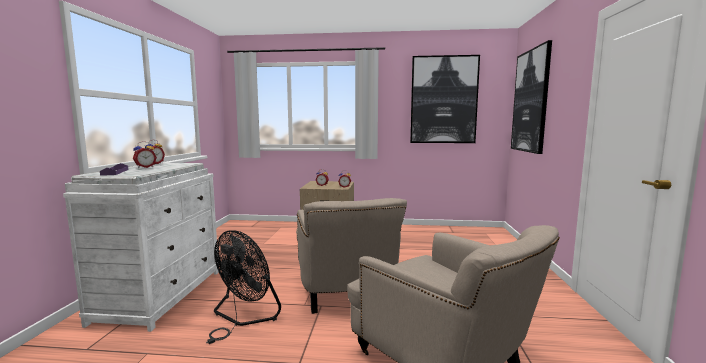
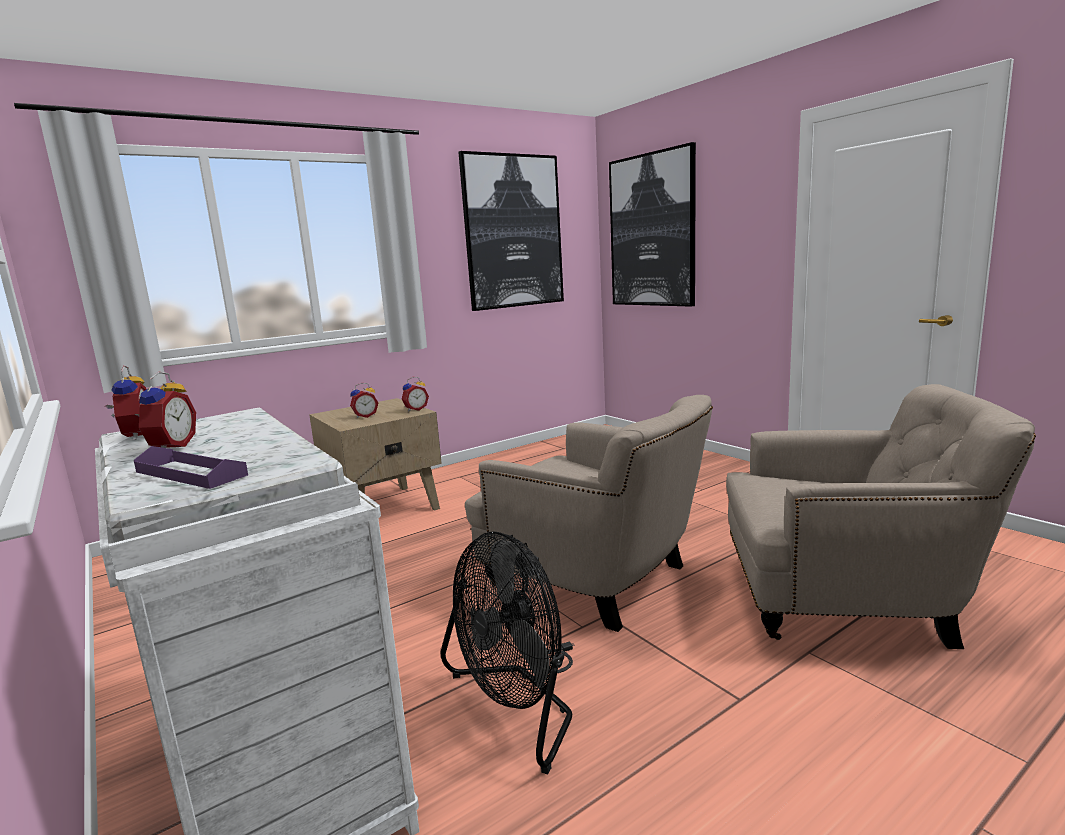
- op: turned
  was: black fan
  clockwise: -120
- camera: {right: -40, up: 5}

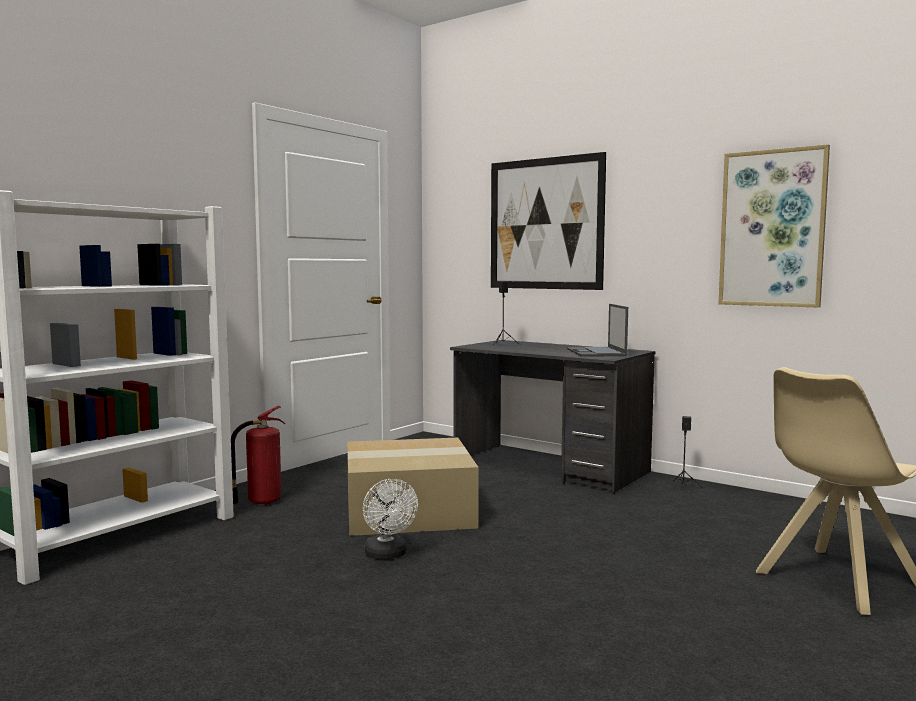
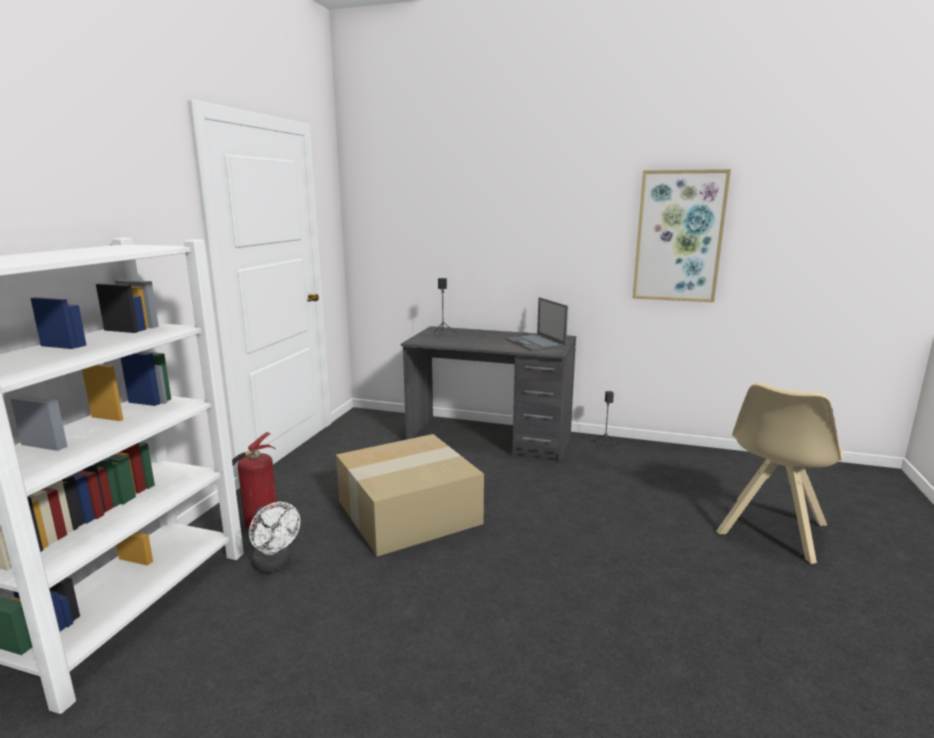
- op: removed
  was: picture (1st from left)
- op: moved
  was: white fan
- camera: {right: -20, up: 10}

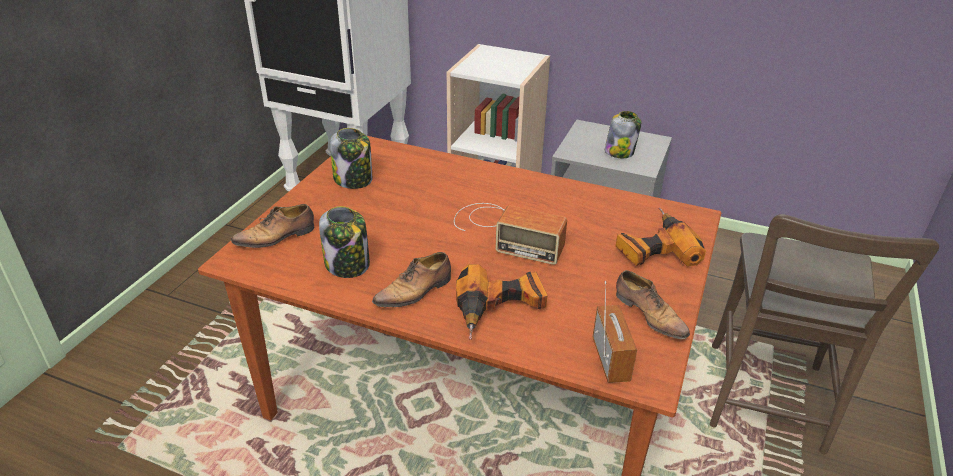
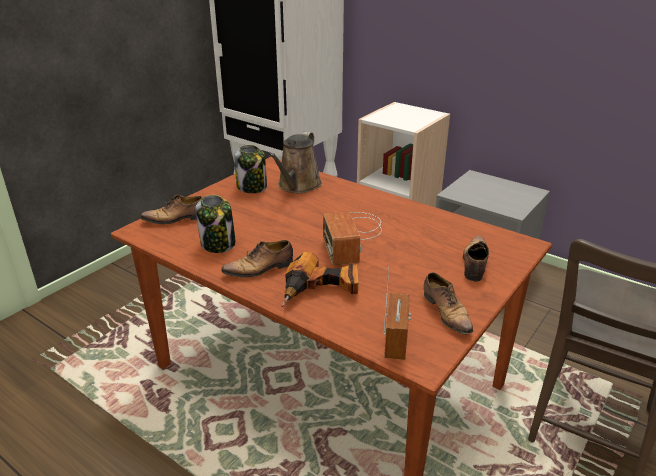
- op: removed
  was: jar (3rd from left)
- op: turned
  was: radio (1st from left)
  clockwise: 45
- op: replaced
  was: power drill (2nd from left)
  now: shoe (4th from left)
- op: added
  now: brown watering can
- camera: {right: 15, up: -5}

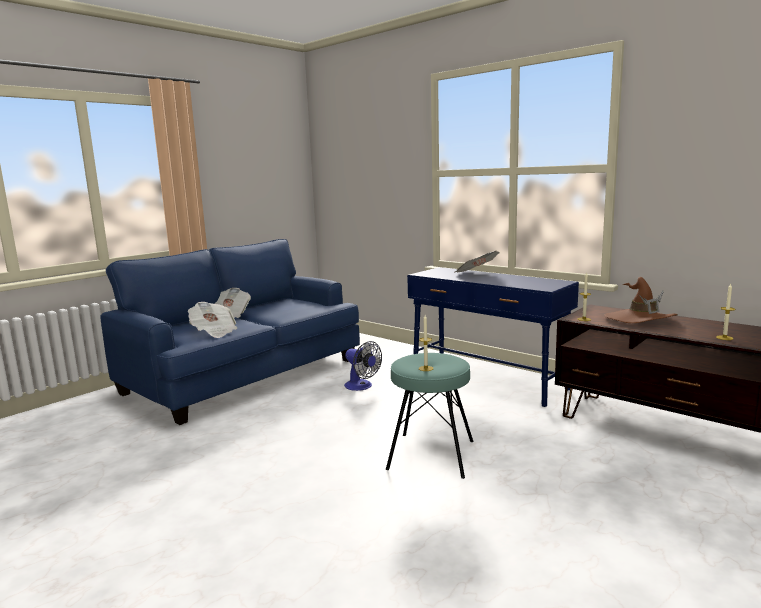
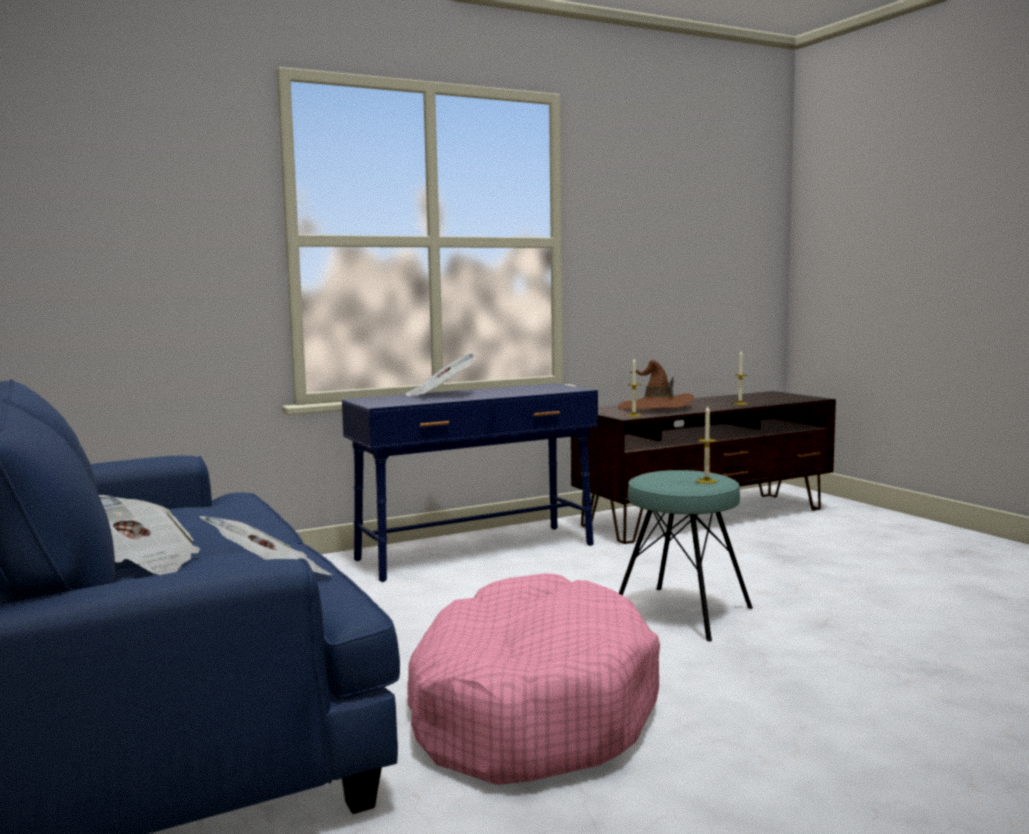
- op: removed
  was: fan
- op: added
  now: pink dog bed
- camera: {right: -70, up: -5}

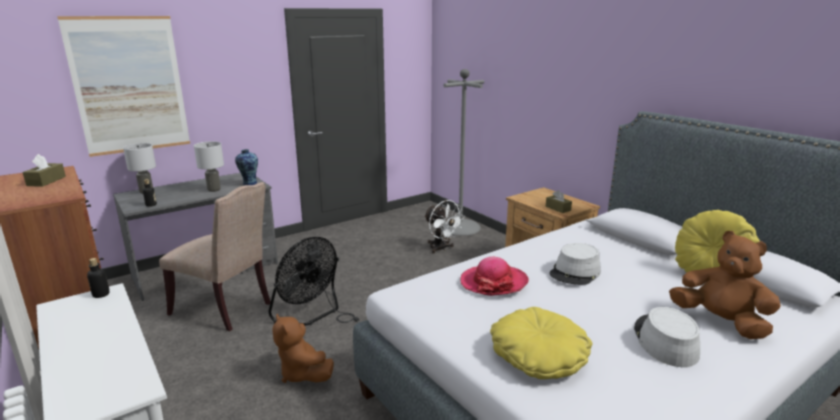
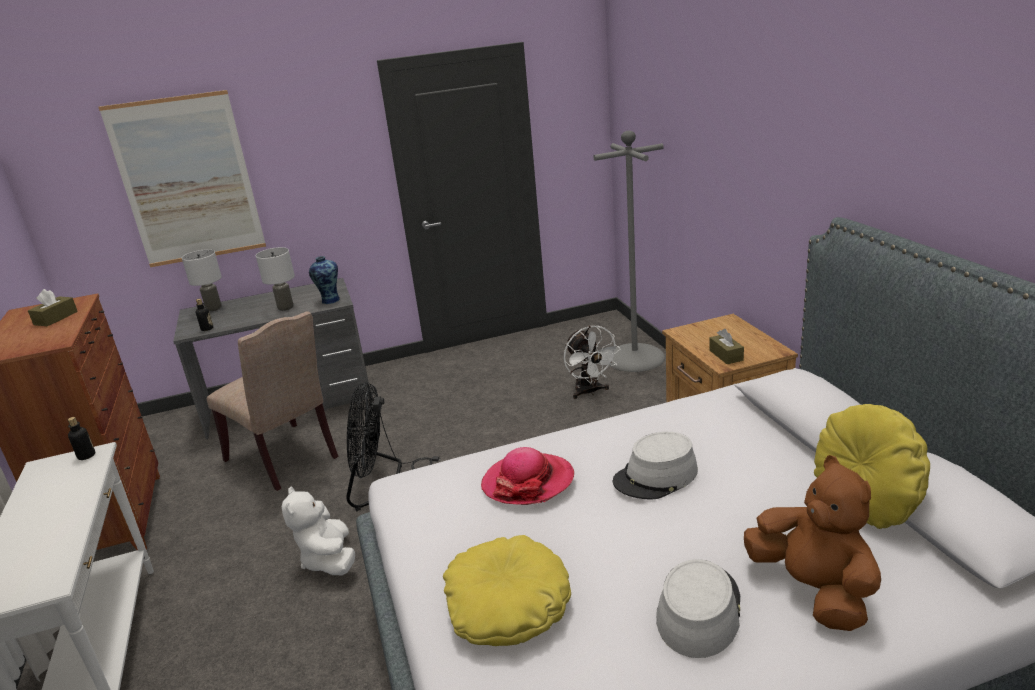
- op: turned
  was: black fan
  clockwise: -60
- op: recoloured
  was: brown plush toy (1st from left)
  now: white plush toy
- camera: {right: 20, up: 5}

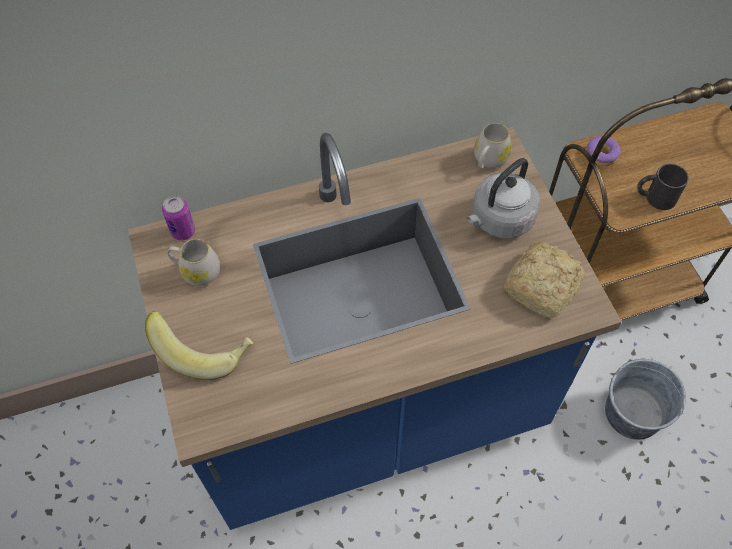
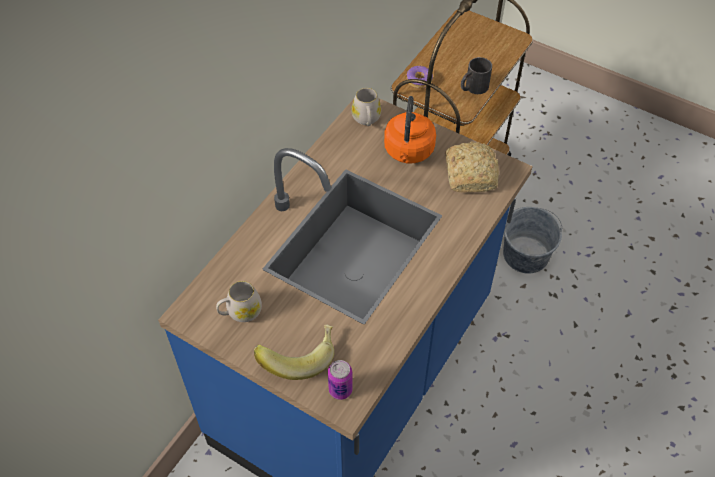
- op: recoloured
  was: grey kettle
  now: orange kettle
- op: moved
  was: can
- camera: {right: -40, up: -5}

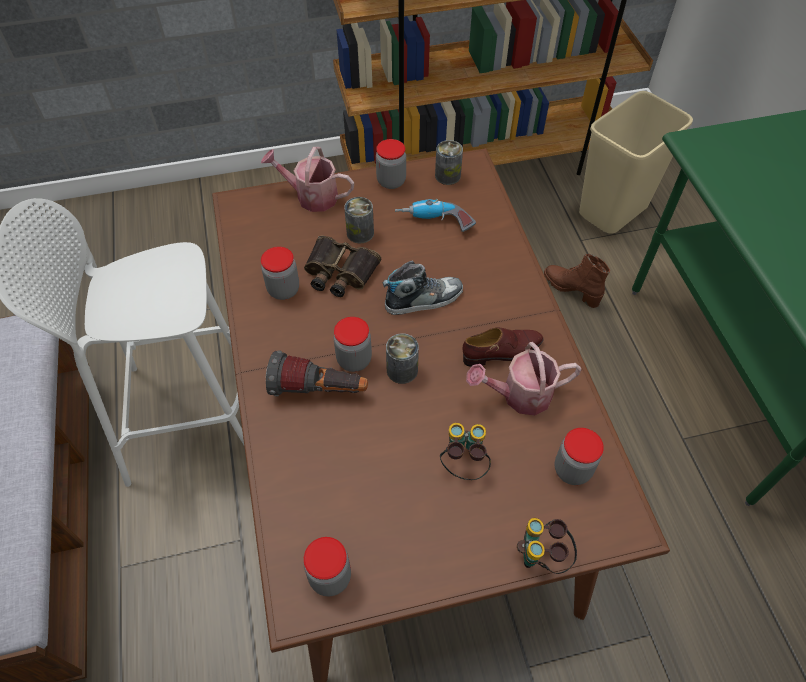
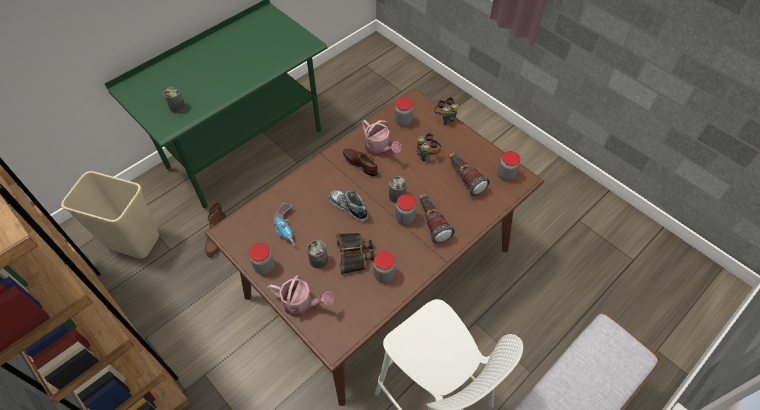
- op: moved
  was: can (3rd from left in the first image)
  now: can (1st from left)
- op: turned
  was: watering can (1st from left)
  clockwise: -60
- op: added
  now: flashlight (2nd from left)
- camera: {right: -120, up: 0}

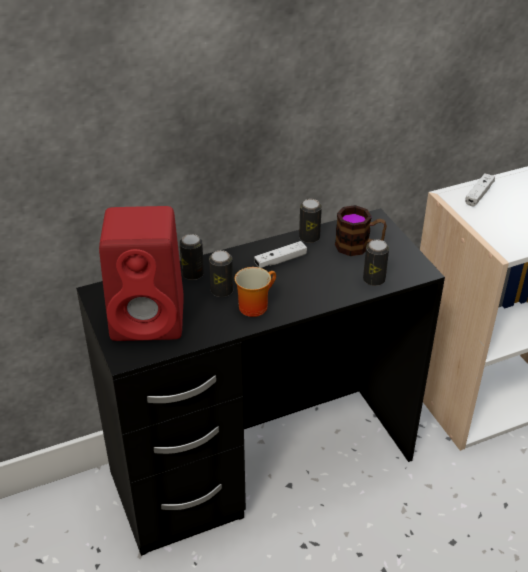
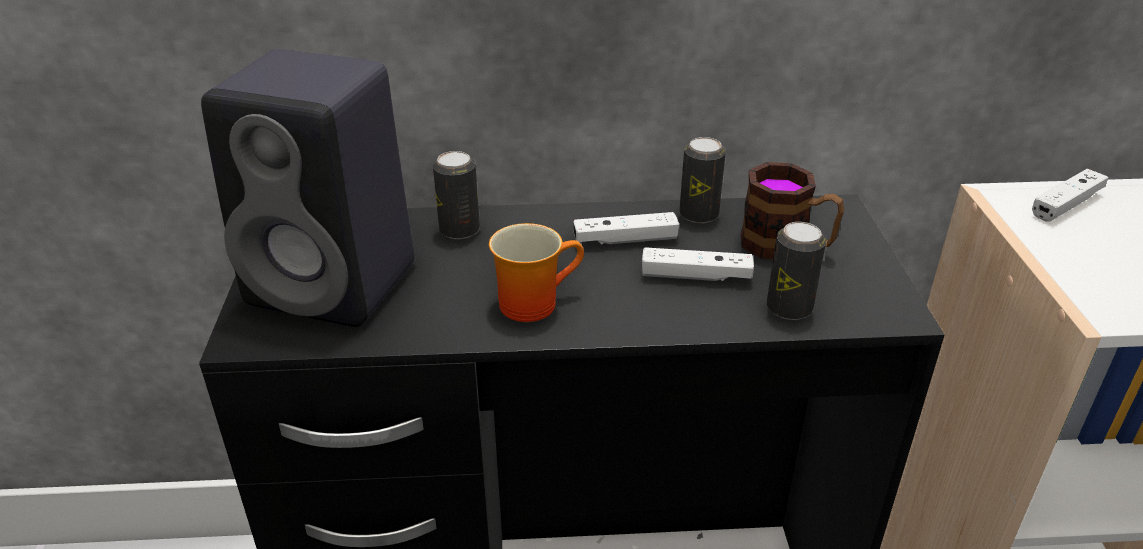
- op: recoloured
  was: red speaker
  now: black speaker
- op: removed
  was: can (2nd from left)
- op: added
  now: white game controller (2nd from left)
- camera: {right: 20, up: -5}

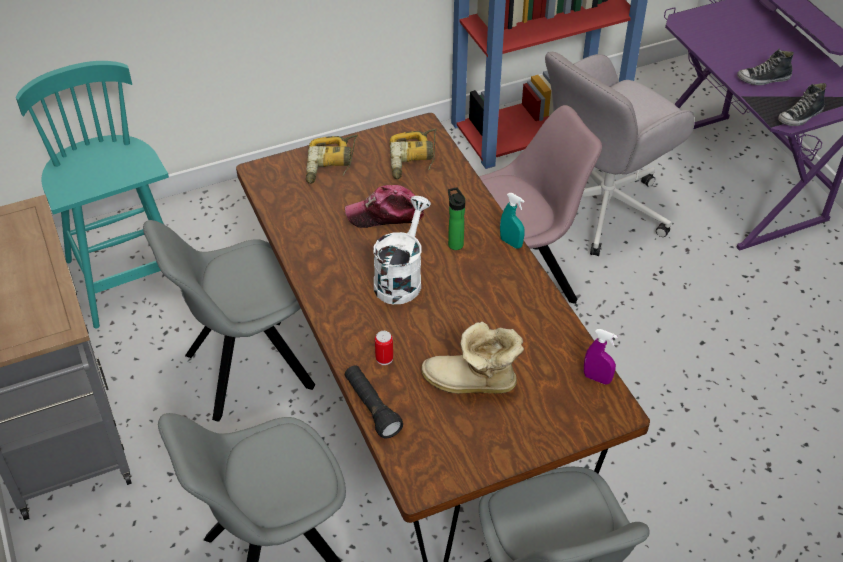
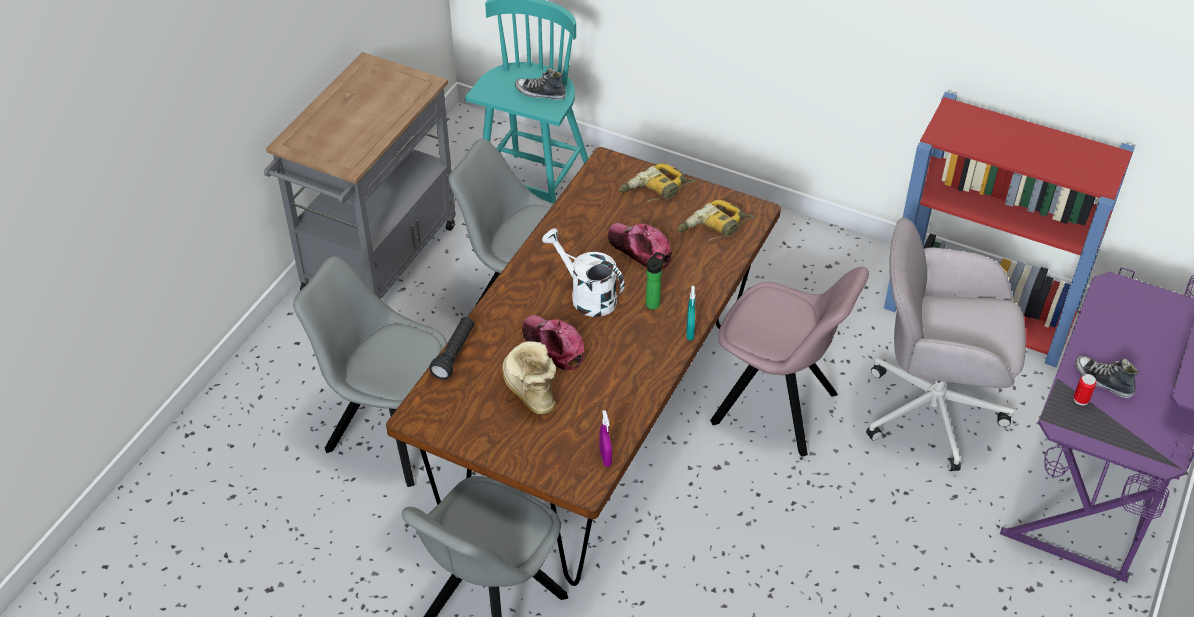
- op: moved
  was: shoe (2nd from left in the first image)
  now: shoe (1st from left)
- op: turned
  was: white watering can
  clockwise: -120
- op: moved
  was: can
- op: added
  now: cap (1st from left)
- camera: {right: 50, up: 0}

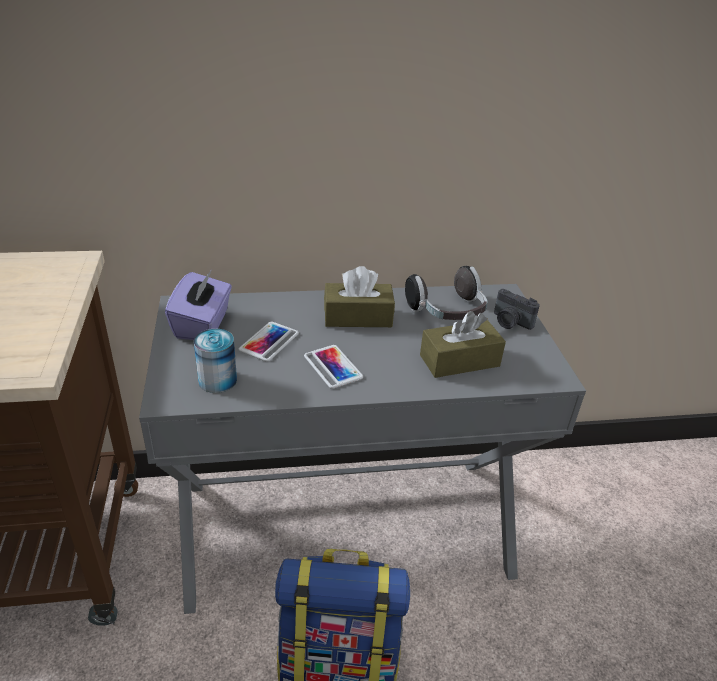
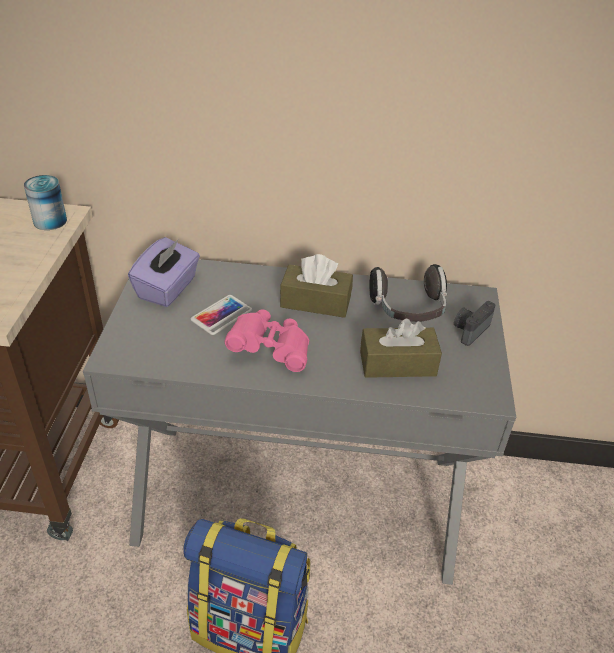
- op: turned
  was: photo camera
  clockwise: 75
- op: moved
  was: can
- op: replaced
  was: phone (2nd from left)
  now: pink binoculars
- camera: {right: 15, up: 5}

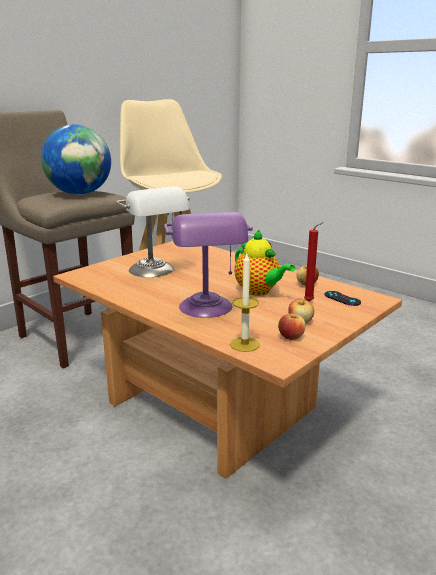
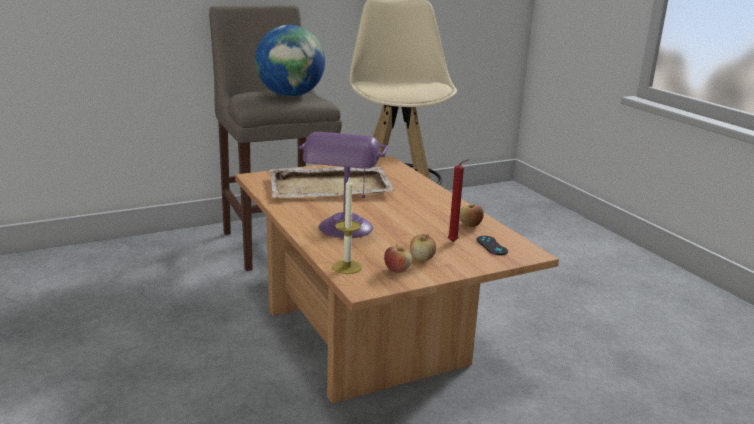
- op: replaced
  was: white table lamp
  now: beige tray
- op: removed
  was: teapot
- camera: {right: 20, up: 0}

